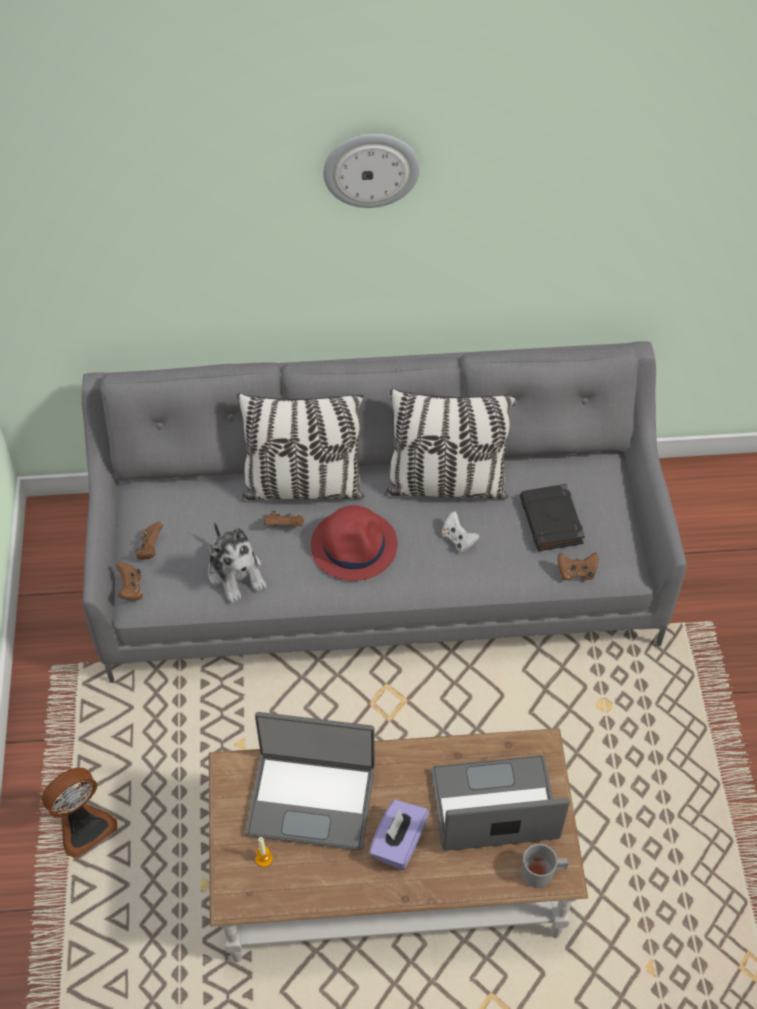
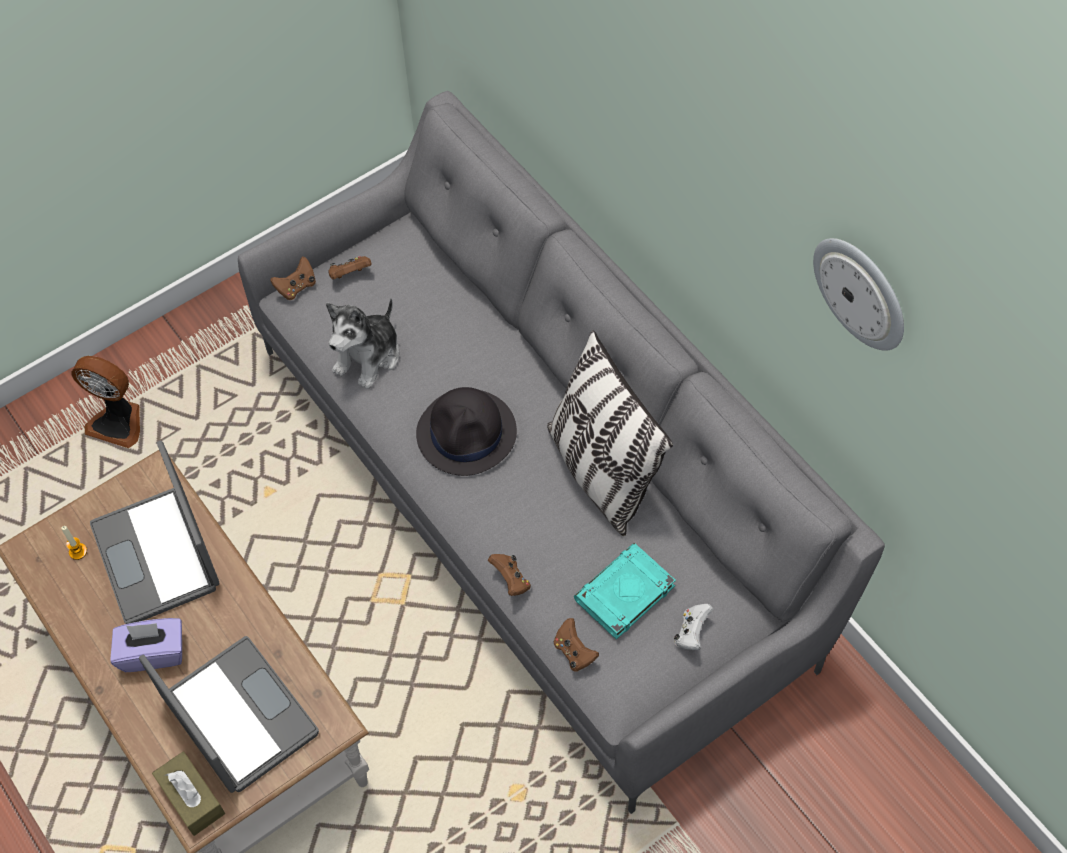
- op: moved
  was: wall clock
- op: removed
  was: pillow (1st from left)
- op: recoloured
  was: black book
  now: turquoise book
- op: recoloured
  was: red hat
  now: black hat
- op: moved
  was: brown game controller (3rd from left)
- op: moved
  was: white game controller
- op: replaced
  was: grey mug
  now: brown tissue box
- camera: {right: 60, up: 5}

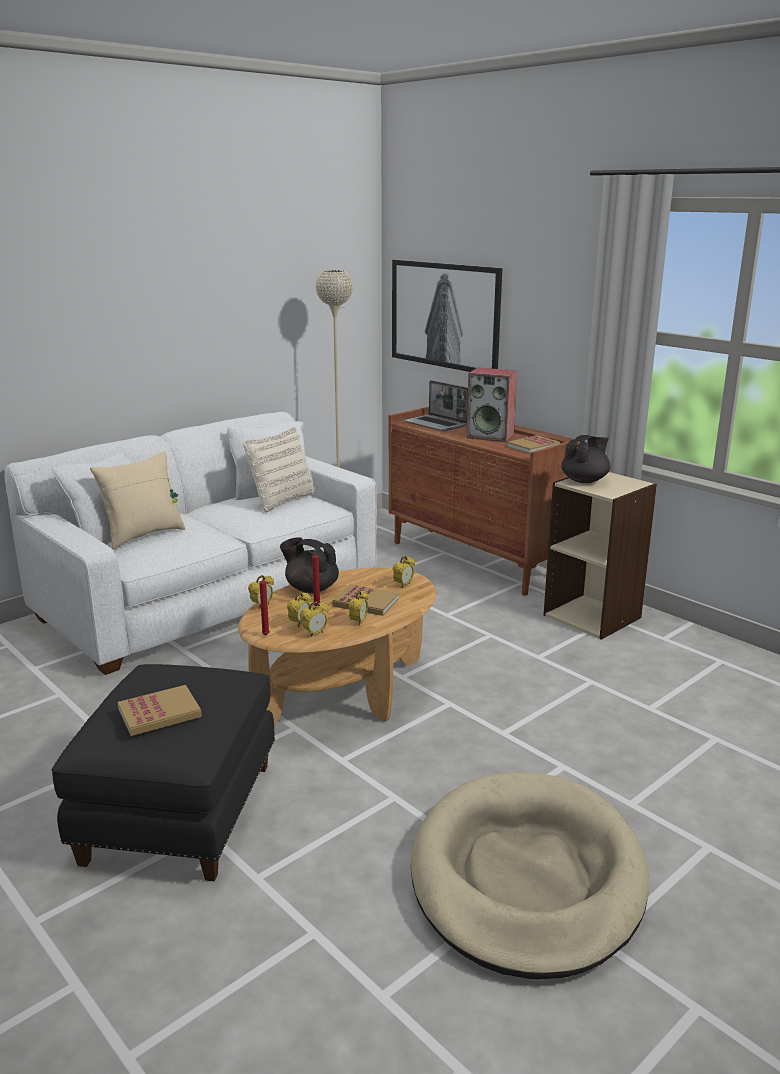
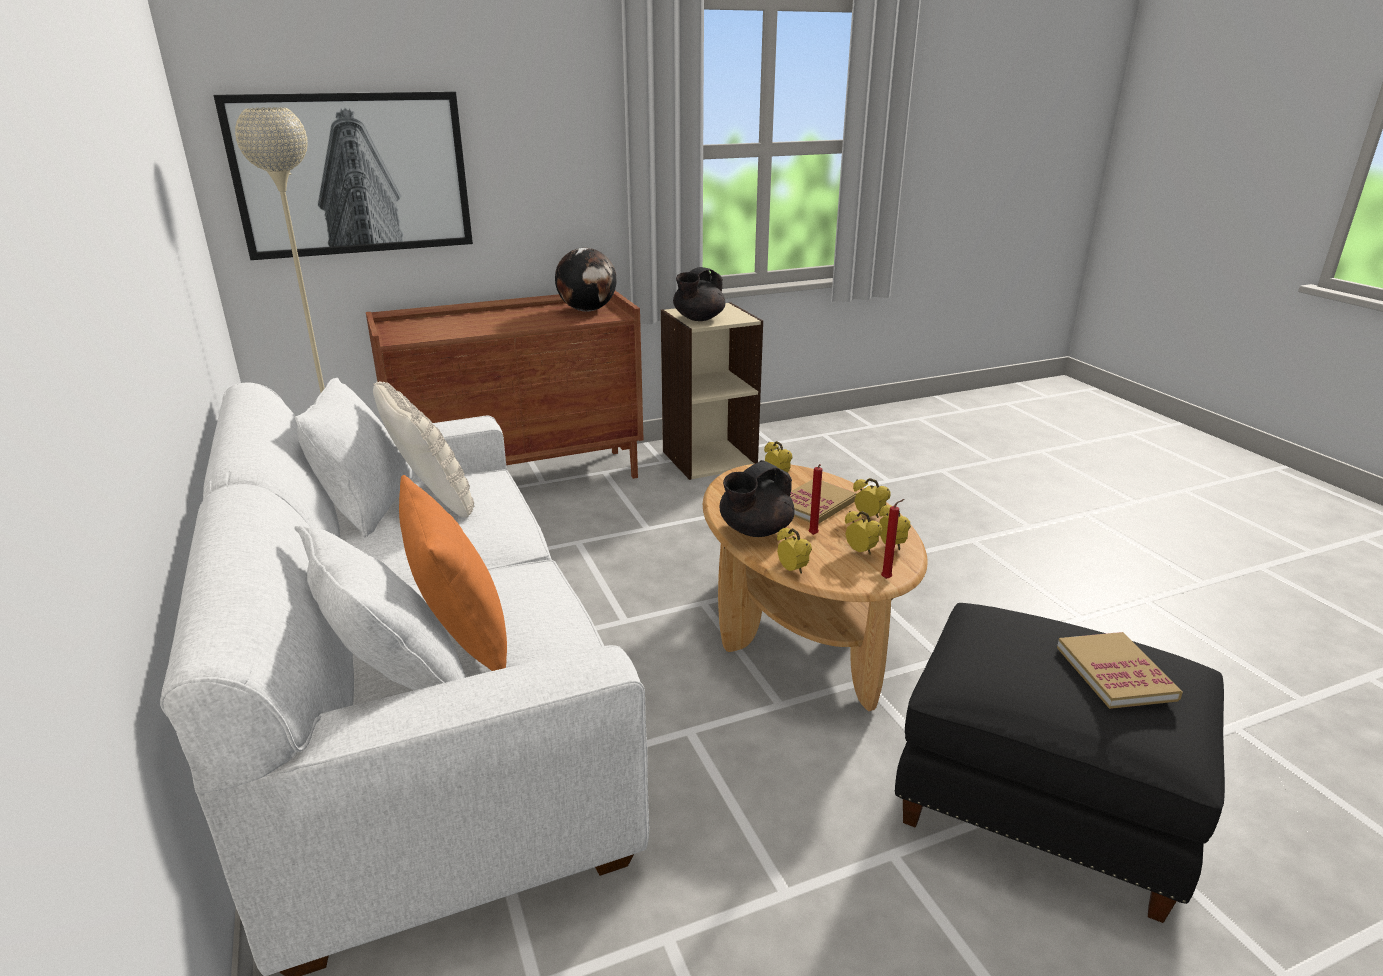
- op: removed
  was: speaker
- op: removed
  was: laptop
- op: replaced
  was: book (3rd from left)
  now: globe
- op: turned
  was: black teapot (2nd from left in the first image)
  clockwise: -120
- op: recoloured
  was: beige pillow (1st from left)
  now: orange pillow
- op: removed
  was: beige dog bed
- camera: {right: -70, up: 5}

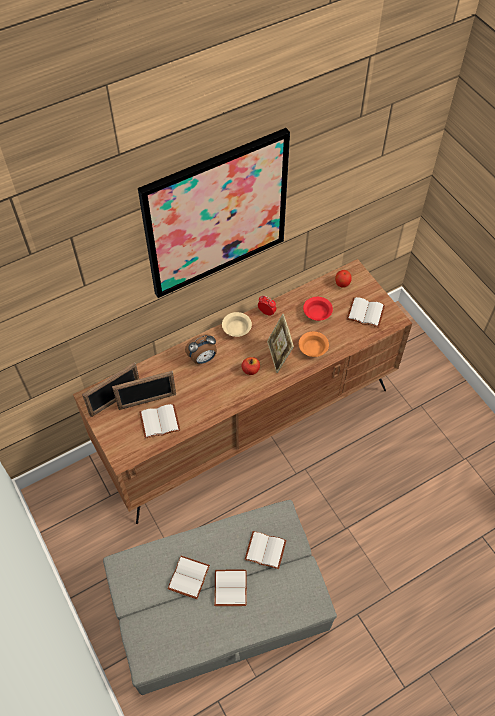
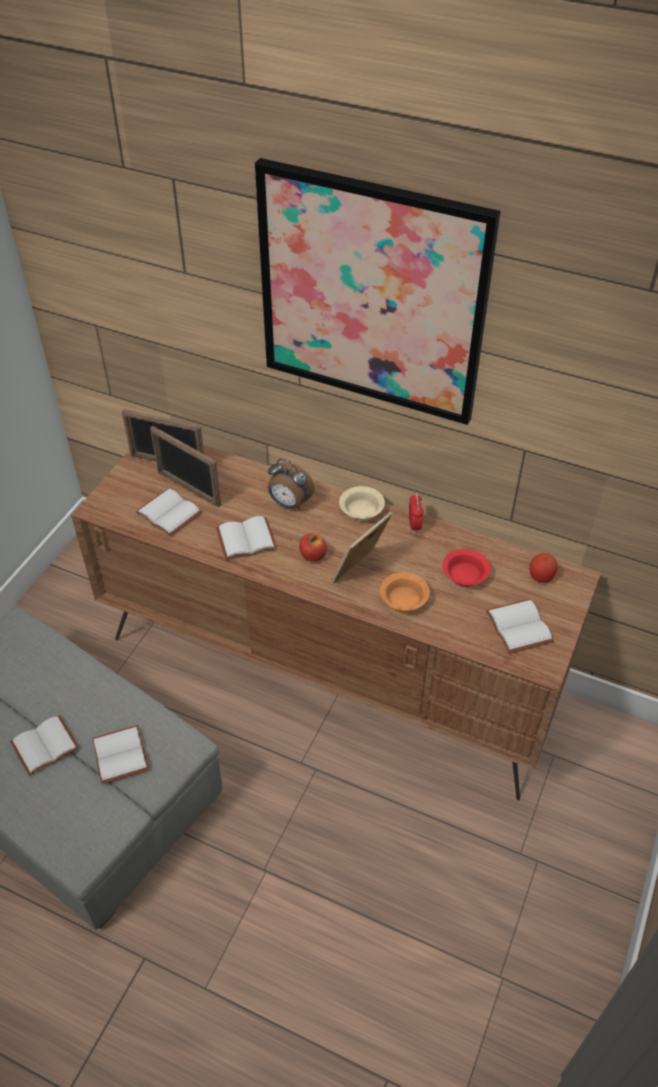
- op: moved
  was: white book (2nd from left in the first image)
  now: white book (4th from left)
- camera: {right: 55, up: -10}

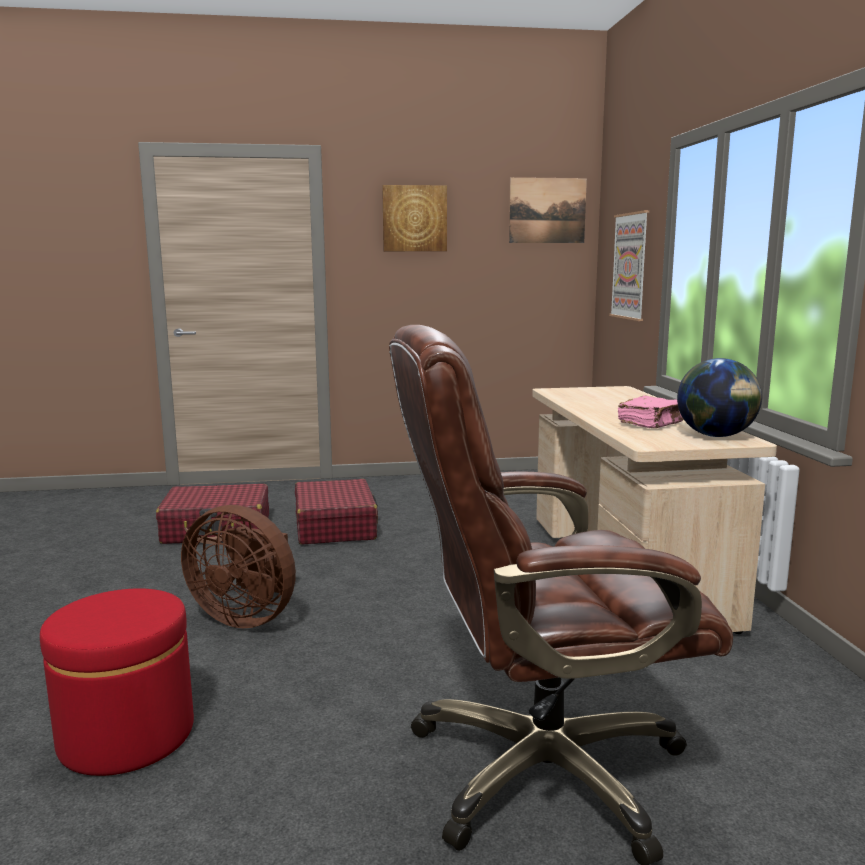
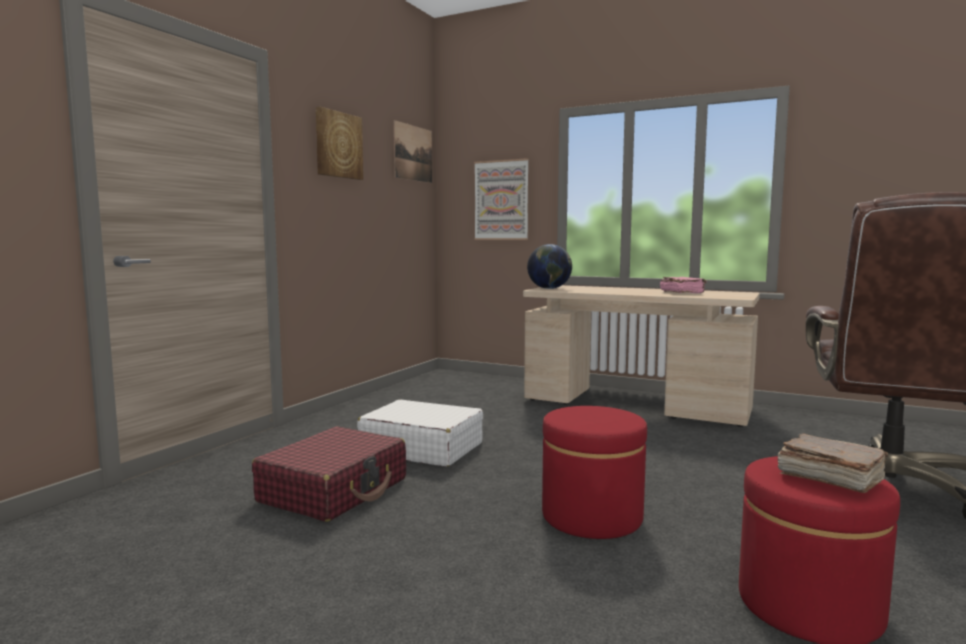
- op: moved
  was: globe
- op: recoloured
  was: red suitcase (2nd from left)
  now: white suitcase
- op: replaced
  was: brown fan
  now: red ottoman (1st from left)
- op: added
  now: brown book
- camera: {right: -55, up: -5}

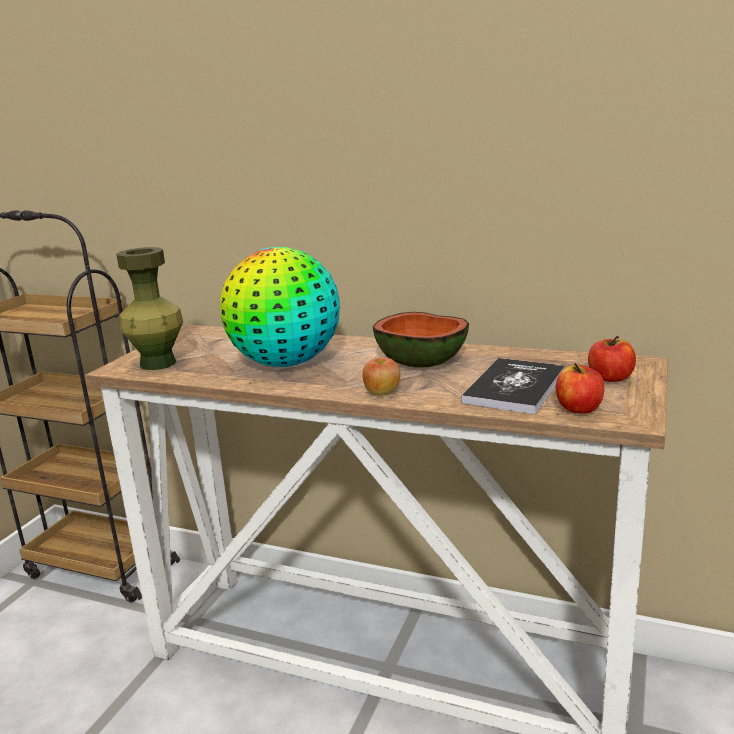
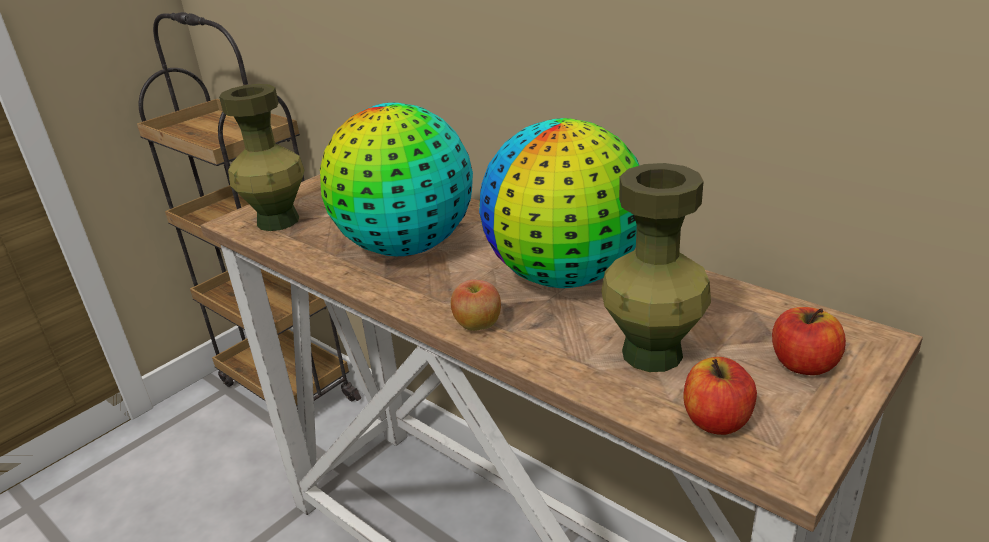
- op: replaced
  was: bowl
  now: globe (2nd from left)
- op: replaced
  was: book
  now: green vase (2nd from left)
- camera: {right: 20, up: 10}

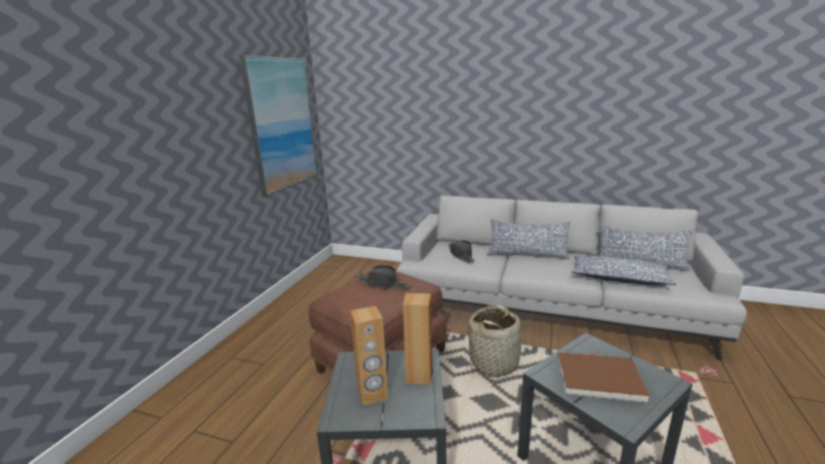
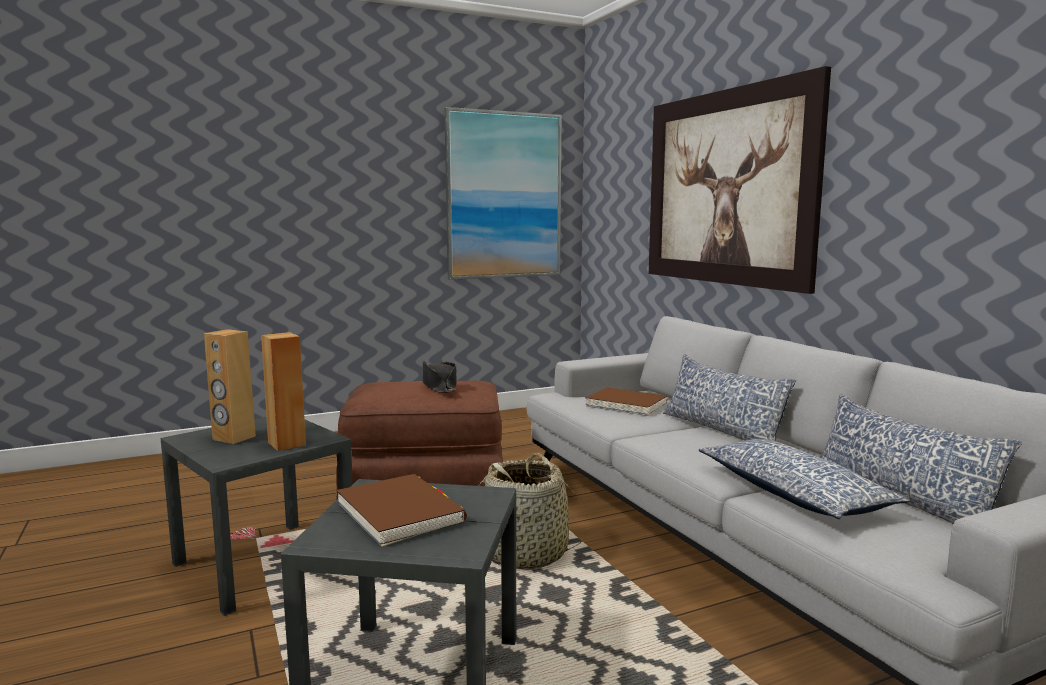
- op: replaced
  was: black hat (2nd from left)
  now: brown book (2nd from left)
- op: added
  now: picture (2nd from left)
- camera: {right: 45, up: -10}

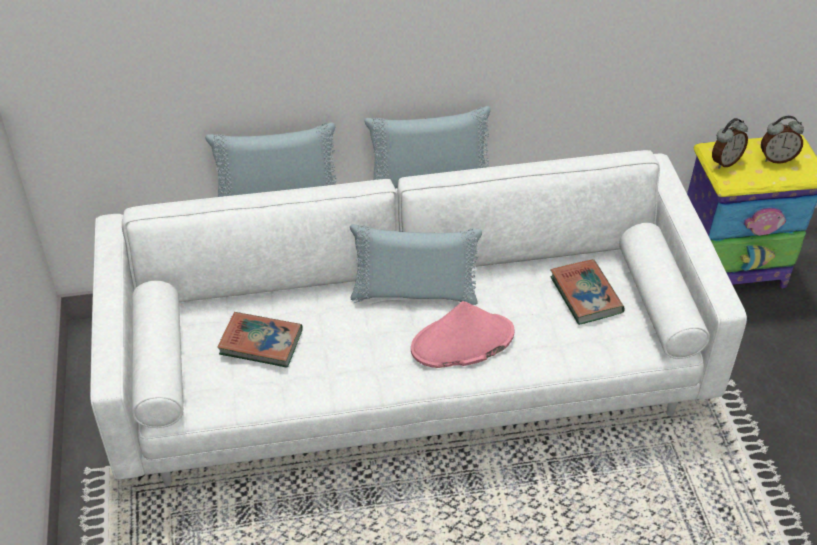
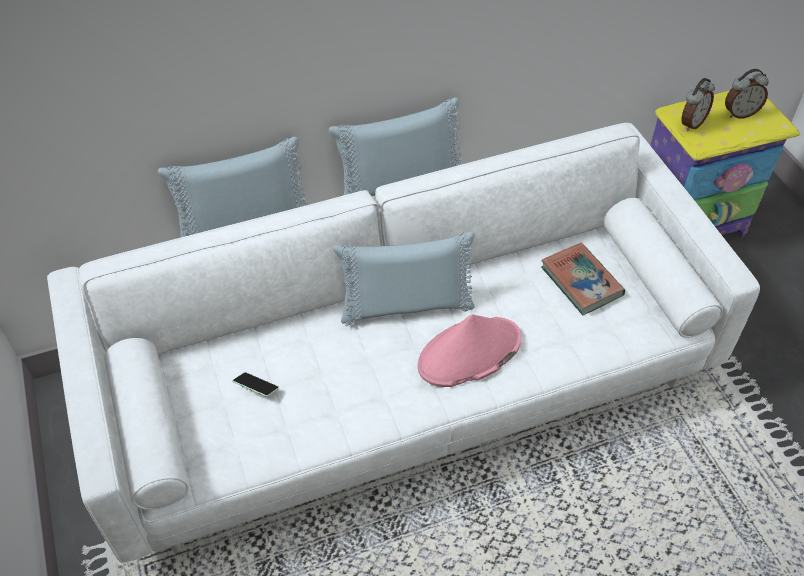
- op: replaced
  was: book (1st from left)
  now: phone
- camera: {right: -10, up: 5}

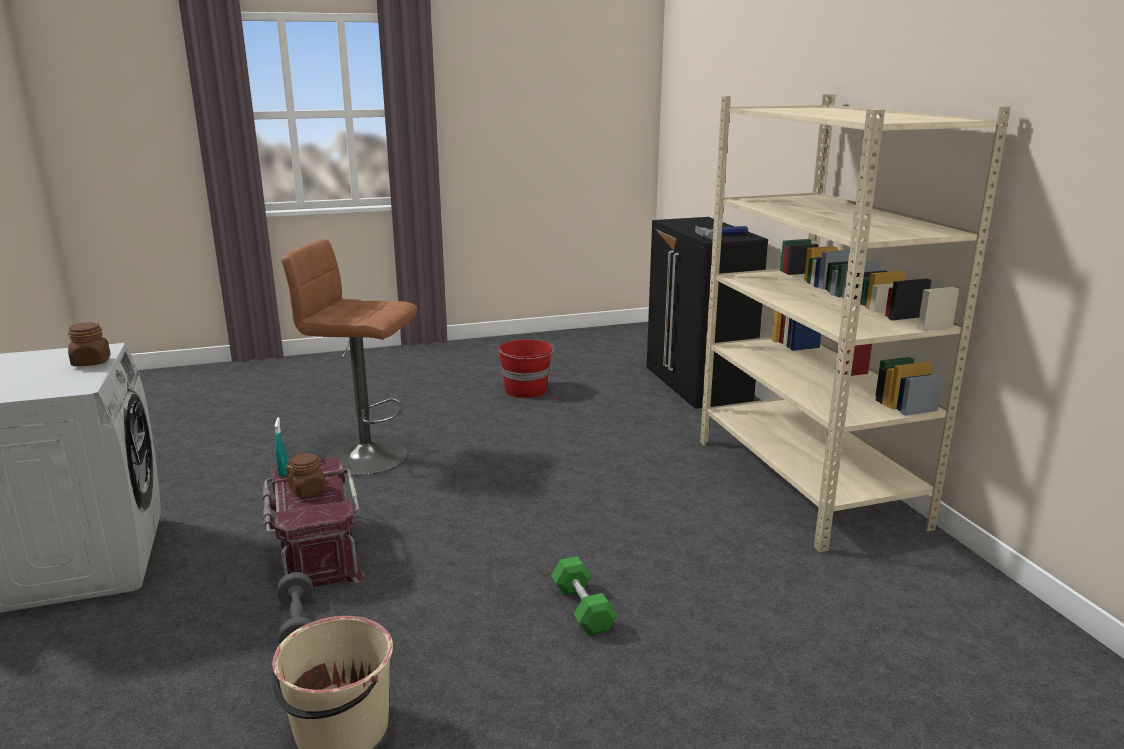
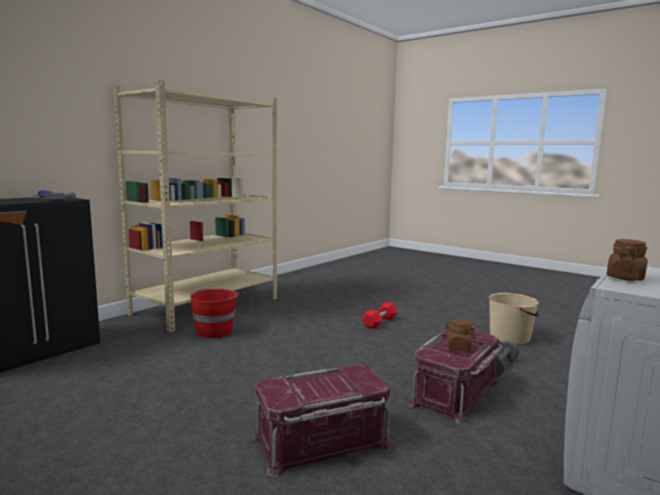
- op: replaced
  was: brown stool
  now: red storage box (1st from left)
- op: moved
  was: red bucket
- op: removed
  was: turquoise spray bottle
- op: recoloured
  was: green dumbbell
  now: red dumbbell
- camera: {right: -125, up: -10}

